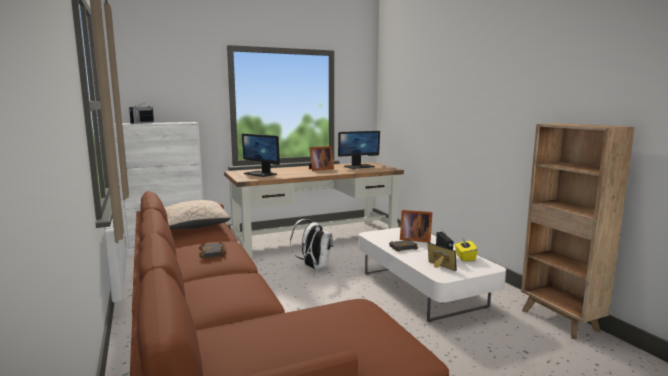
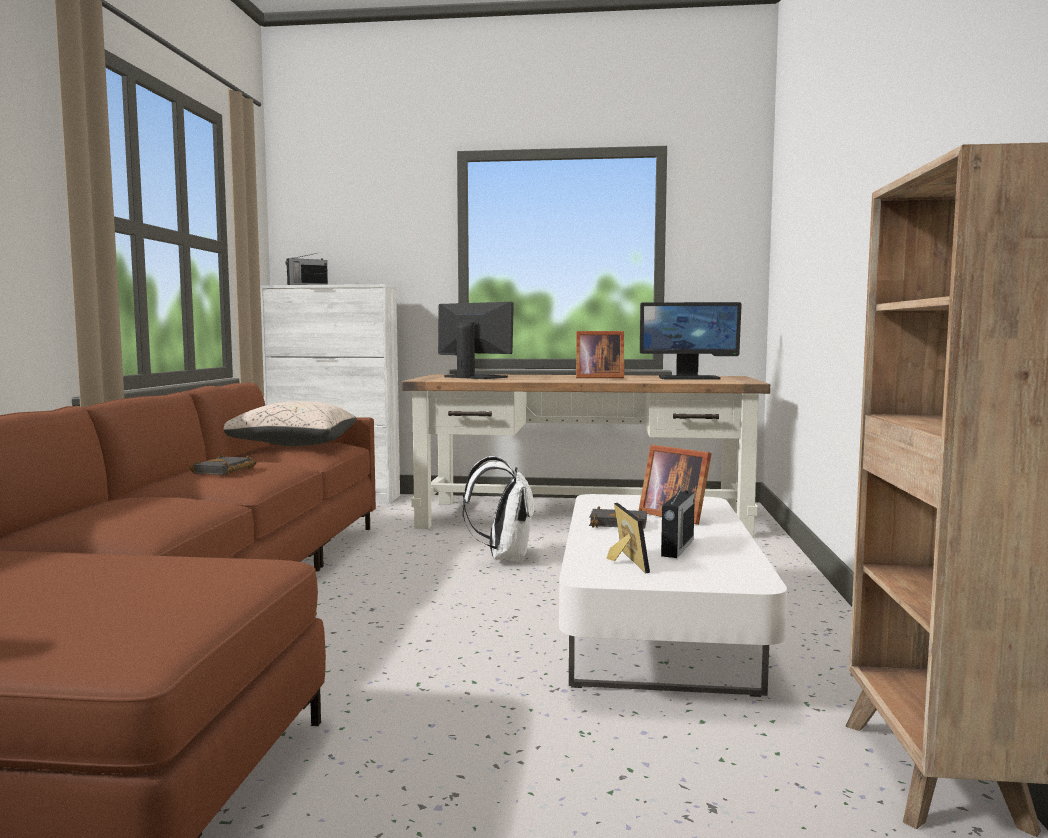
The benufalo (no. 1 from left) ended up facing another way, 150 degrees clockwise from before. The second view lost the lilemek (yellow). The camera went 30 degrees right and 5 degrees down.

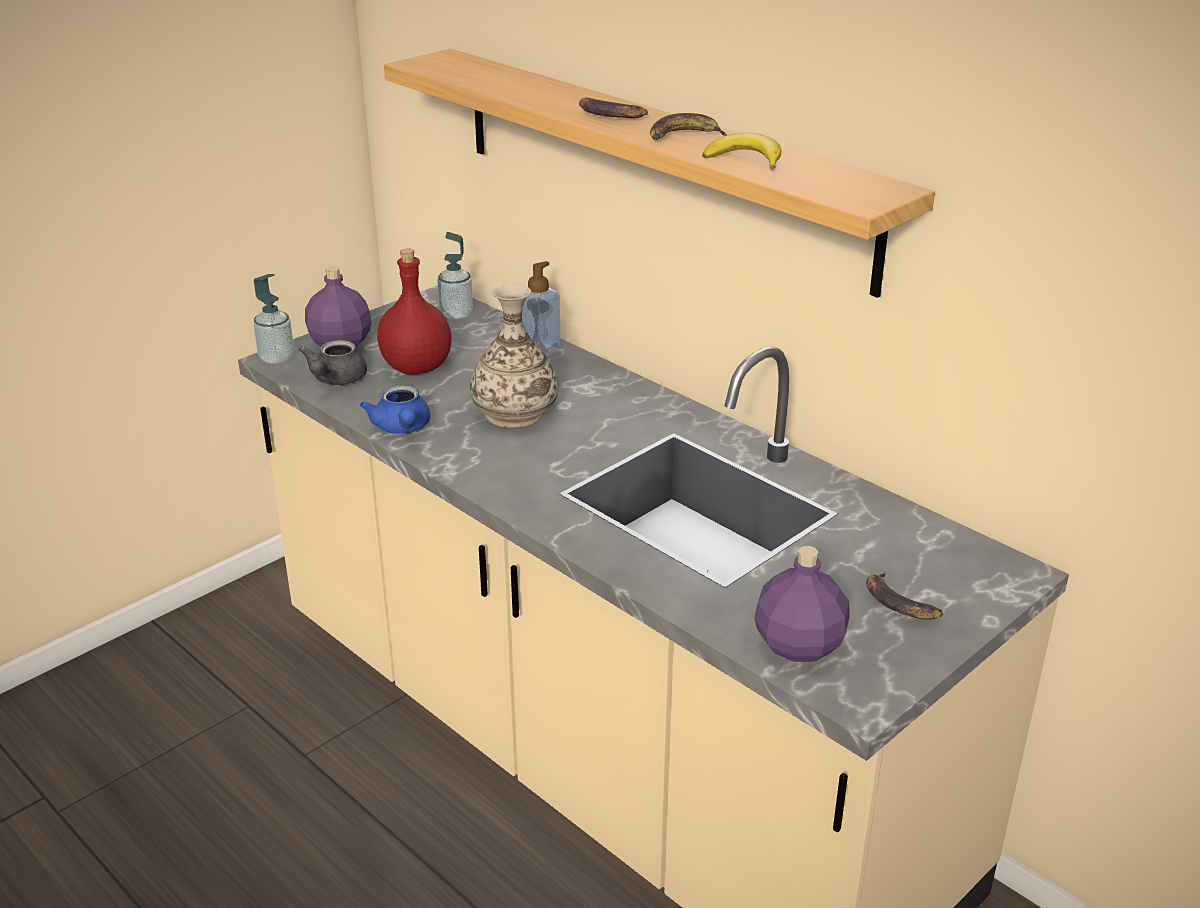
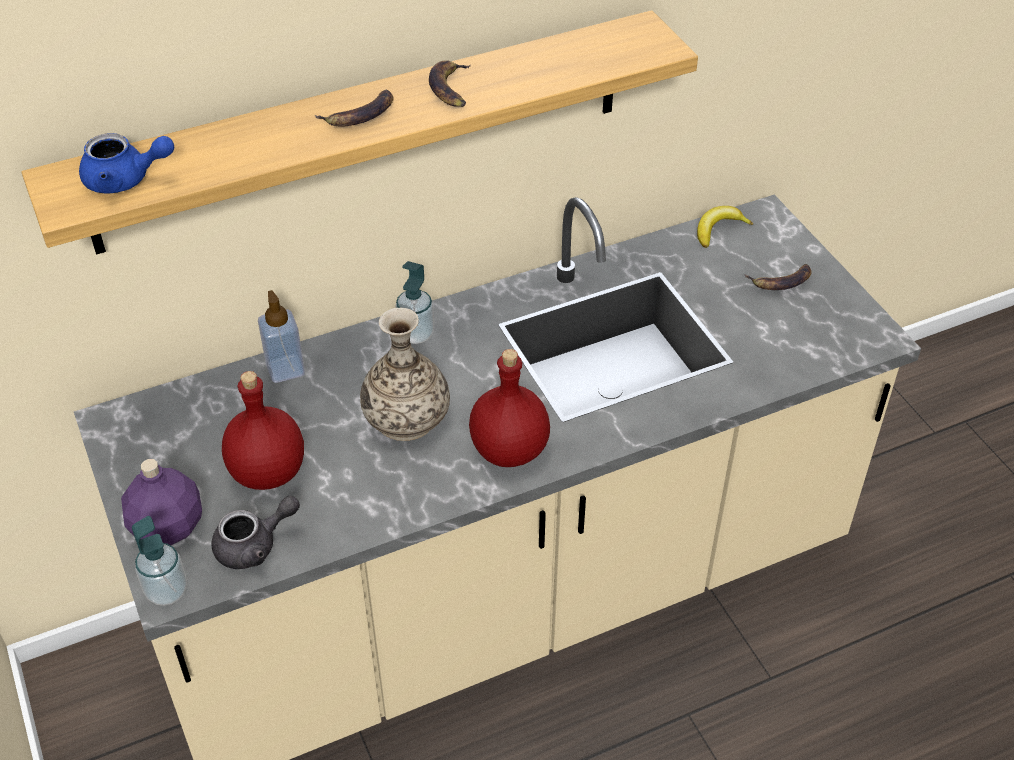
The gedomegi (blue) ended up elsewhere. The gedomegi (grey) ended up facing another way, 60 degrees counterclockwise from before. The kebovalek (no. 2 from left in the first image) ended up elsewhere. The second view gained the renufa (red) (no. 2 from left). The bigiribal (no. 3 from left) ended up elsewhere. The second view lost the renufa (purple) (no. 2 from left). The camera went 70 degrees left and 15 degrees up.

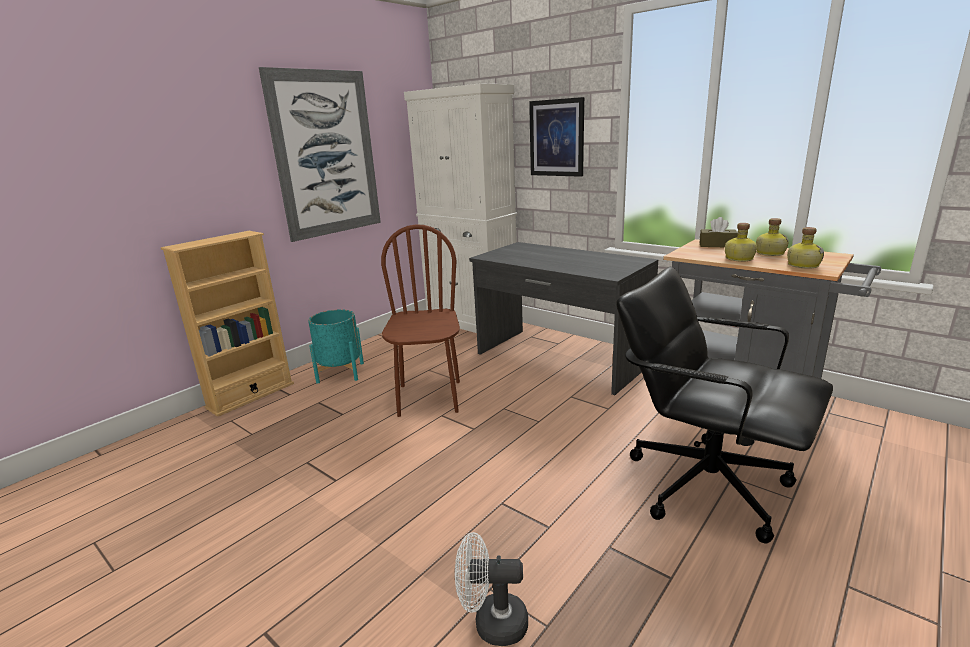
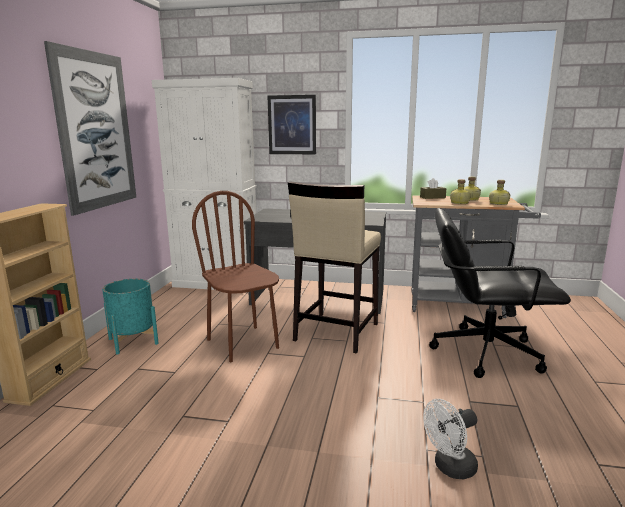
The second view gained the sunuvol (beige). The camera went 30 degrees left and 5 degrees down.

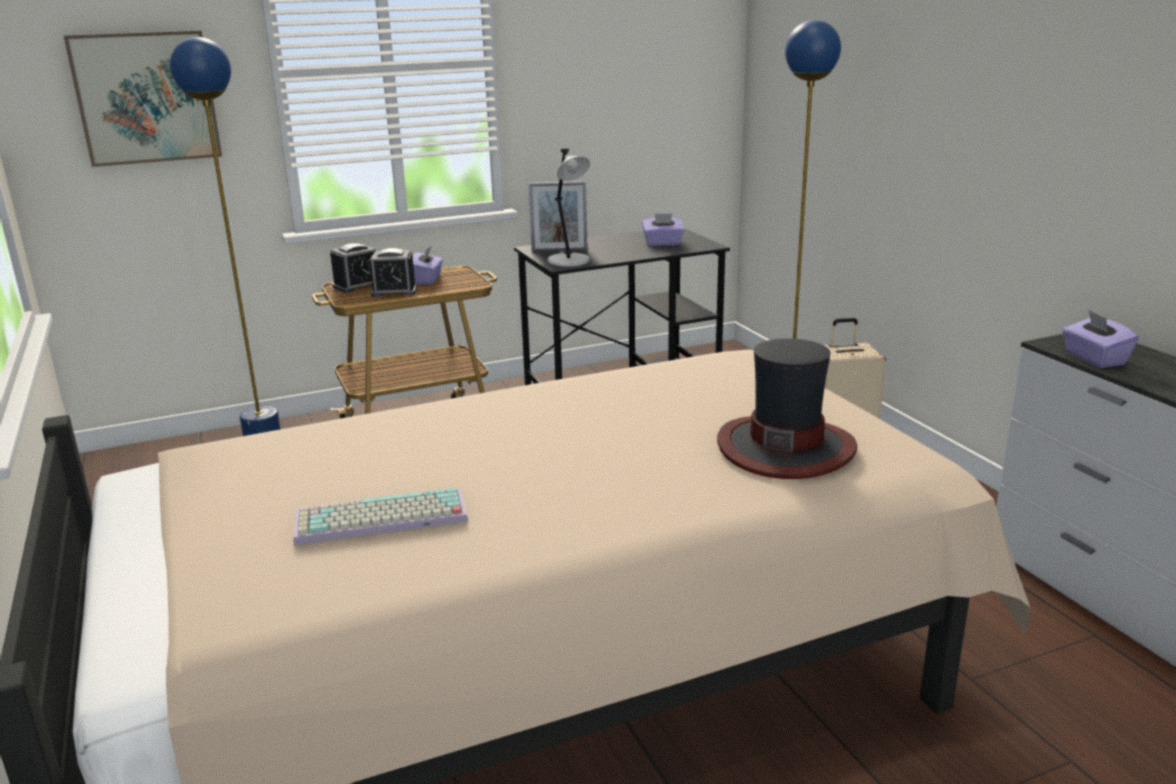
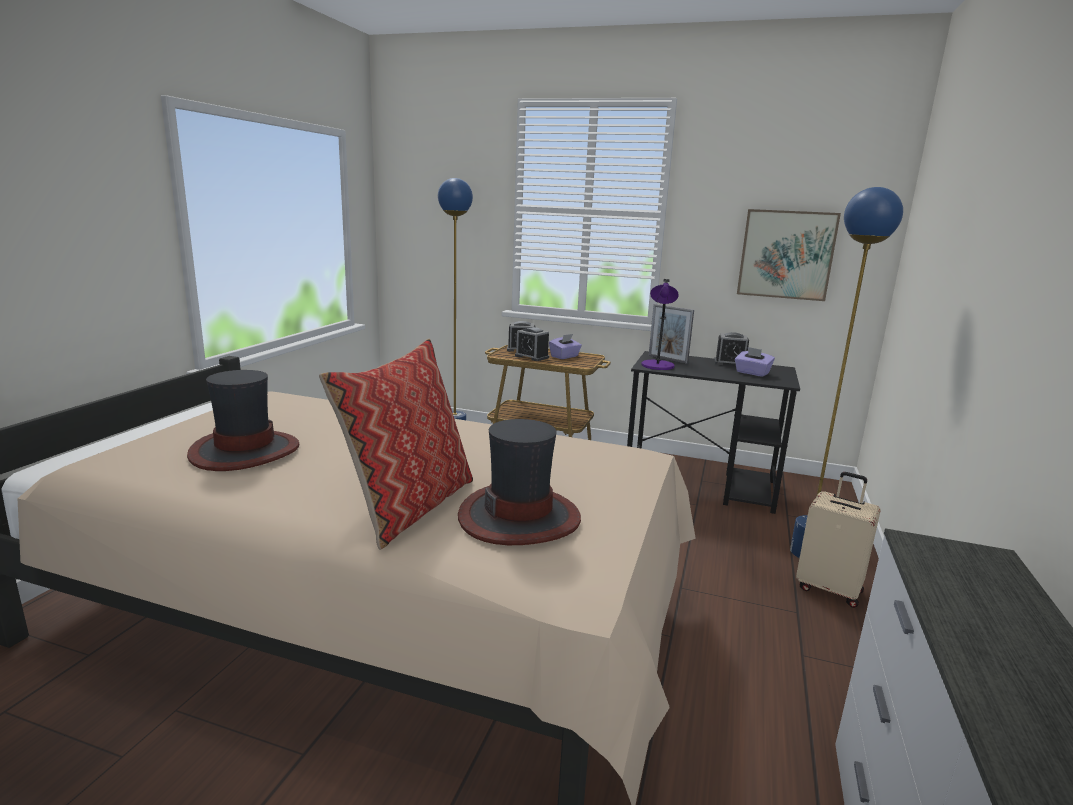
Where the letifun stood, the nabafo (no. 1 from left) came to stand. The second view gained the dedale. What was the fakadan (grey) turned into the fakadan (purple). The second view gained the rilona (no. 3 from left). The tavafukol ended up elsewhere. The second view lost the lilemek (purple) (no. 3 from left). The camera went 40 degrees right and 5 degrees down.

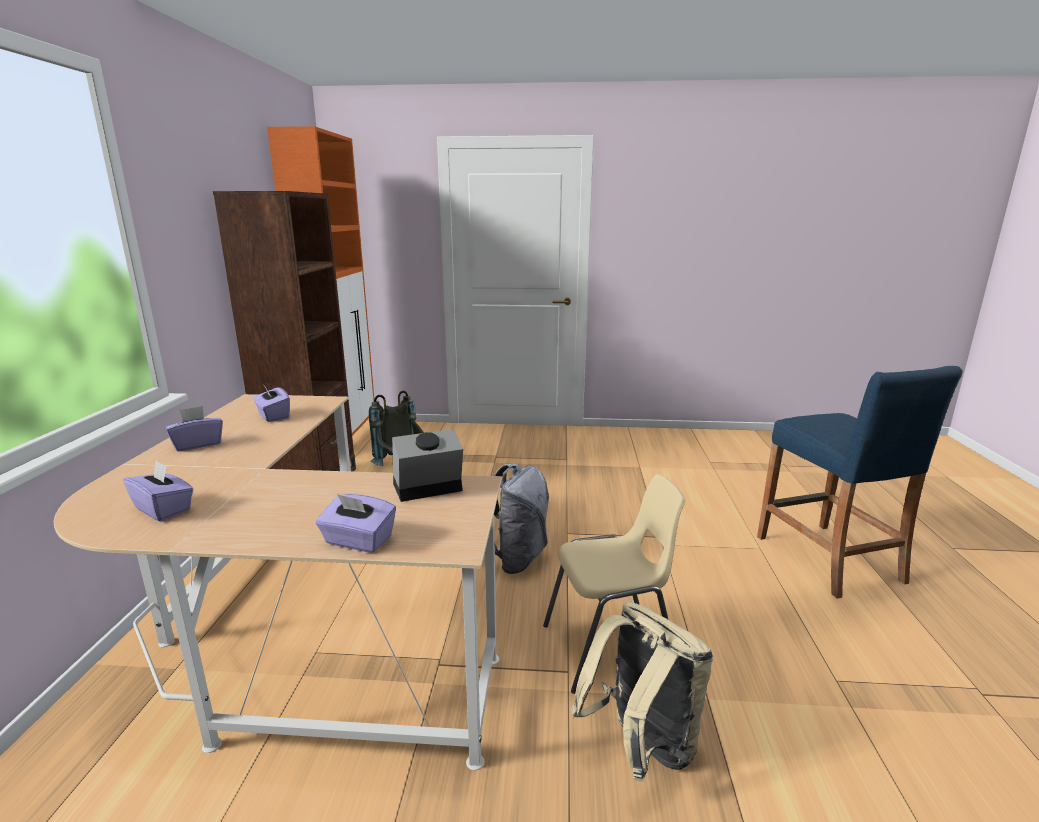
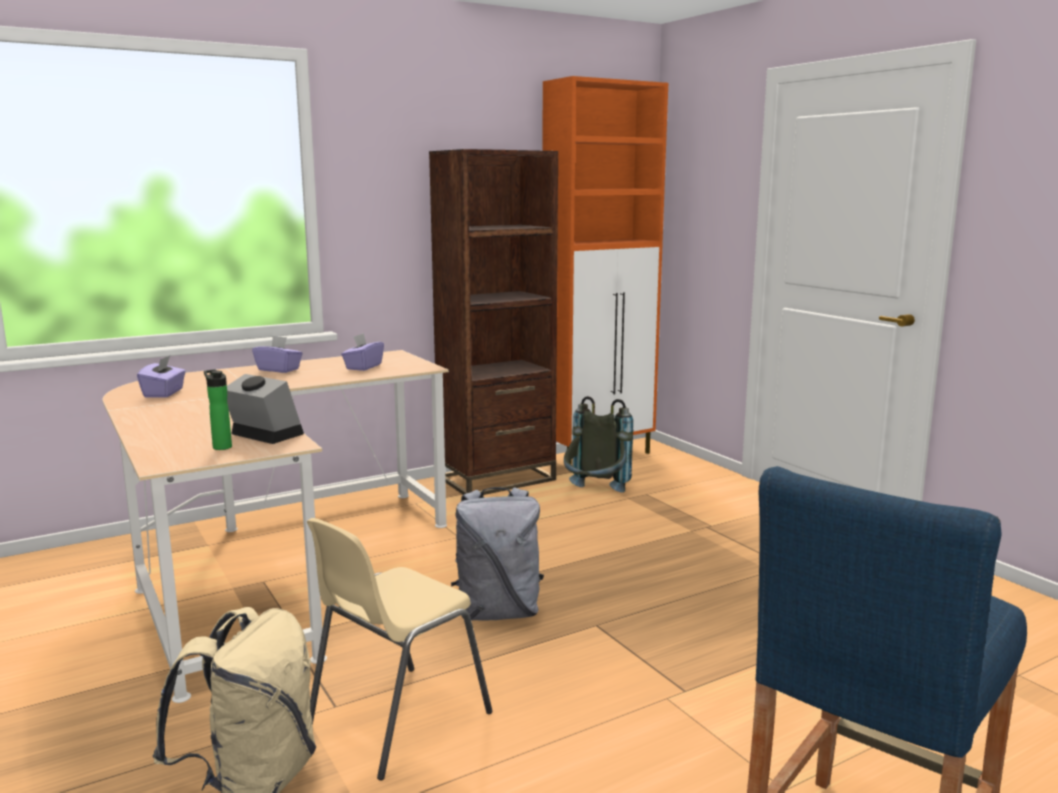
The second view gained the renufa. The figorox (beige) ended up facing another way, 90 degrees clockwise from before. The second view lost the lilemek (purple) (no. 4 from left). The camera went 55 degrees right and 5 degrees down.

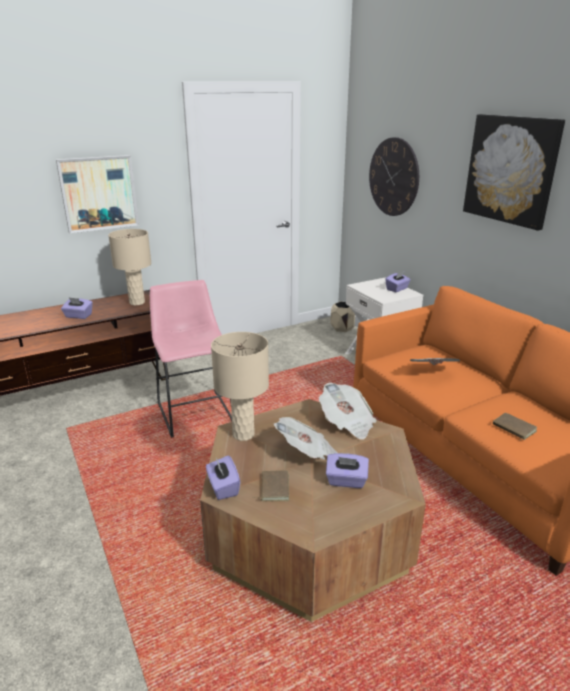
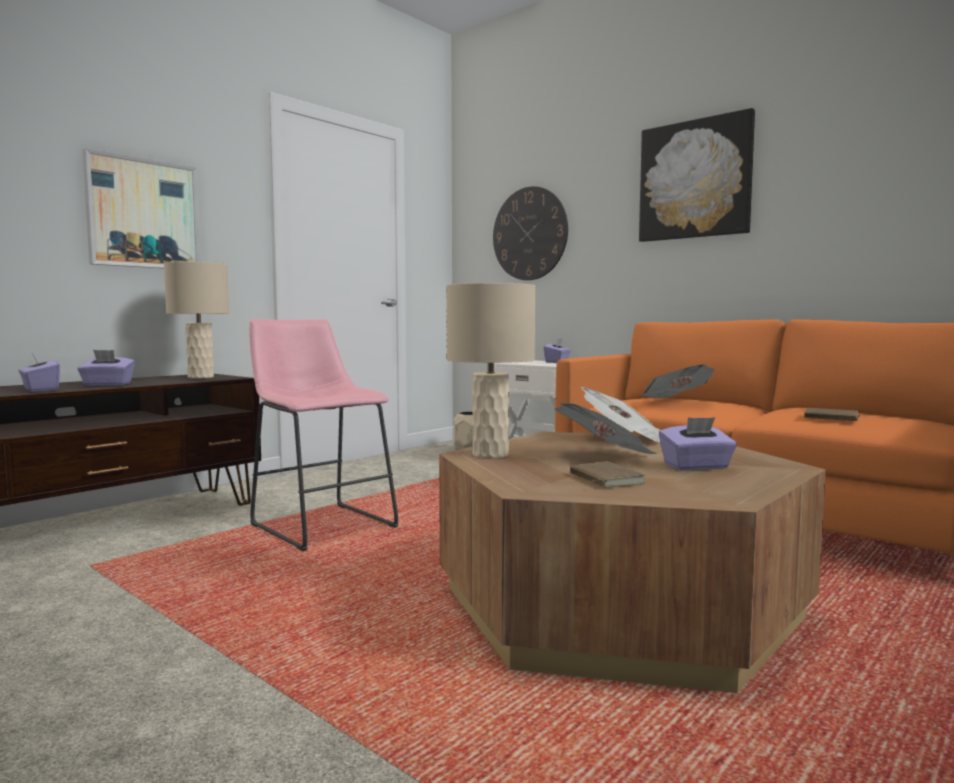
The lilemek (purple) (no. 2 from left in the first image) ended up elsewhere. The camera went 20 degrees left and 20 degrees down.

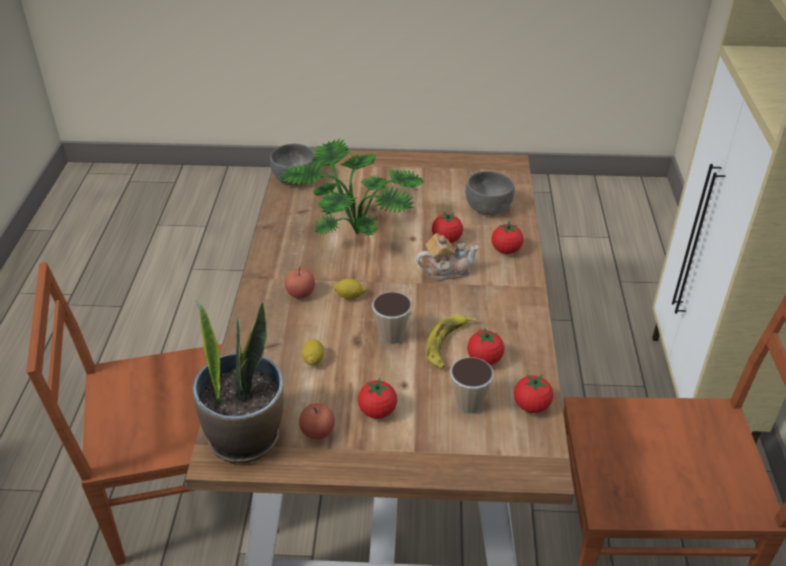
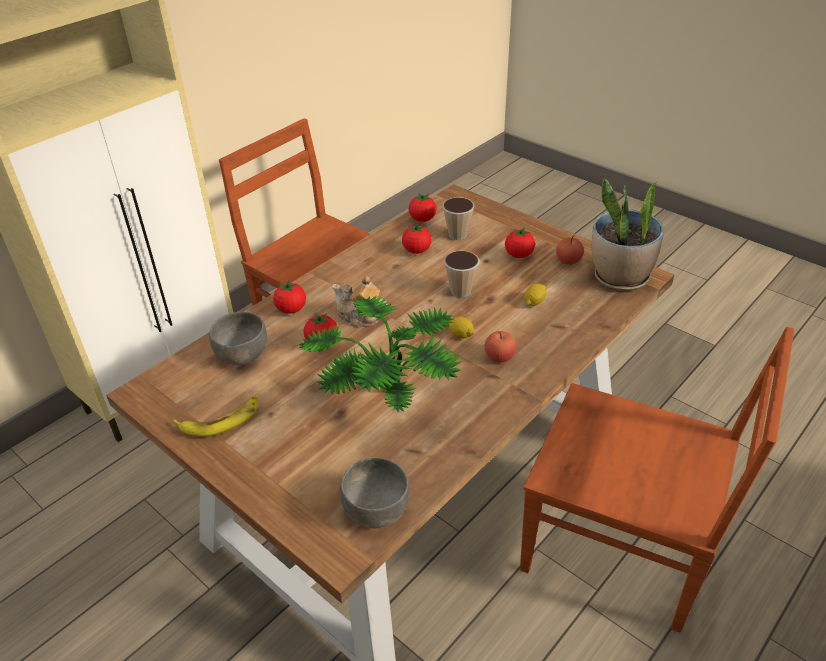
The bigiribal ended up elsewhere. The camera went 140 degrees left and 0 degrees up.

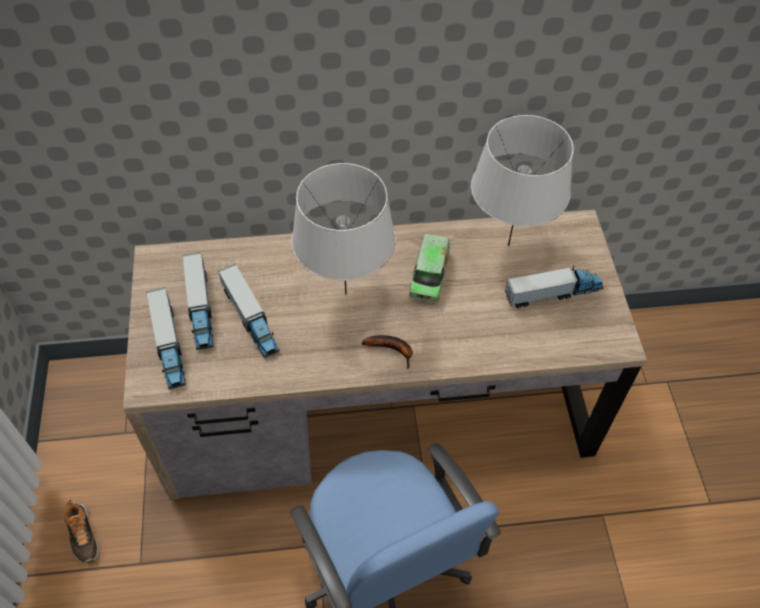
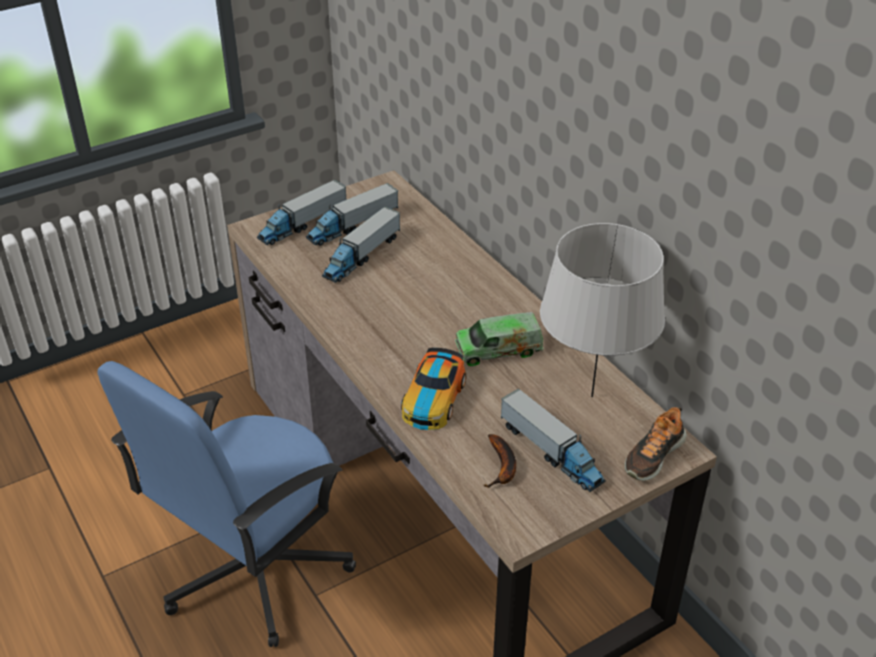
The second view gained the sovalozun. The bigiribal ended up elsewhere. The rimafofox ended up elsewhere. The second view lost the fakadan (grey) (no. 1 from left). The camera went 65 degrees right and 15 degrees down.

